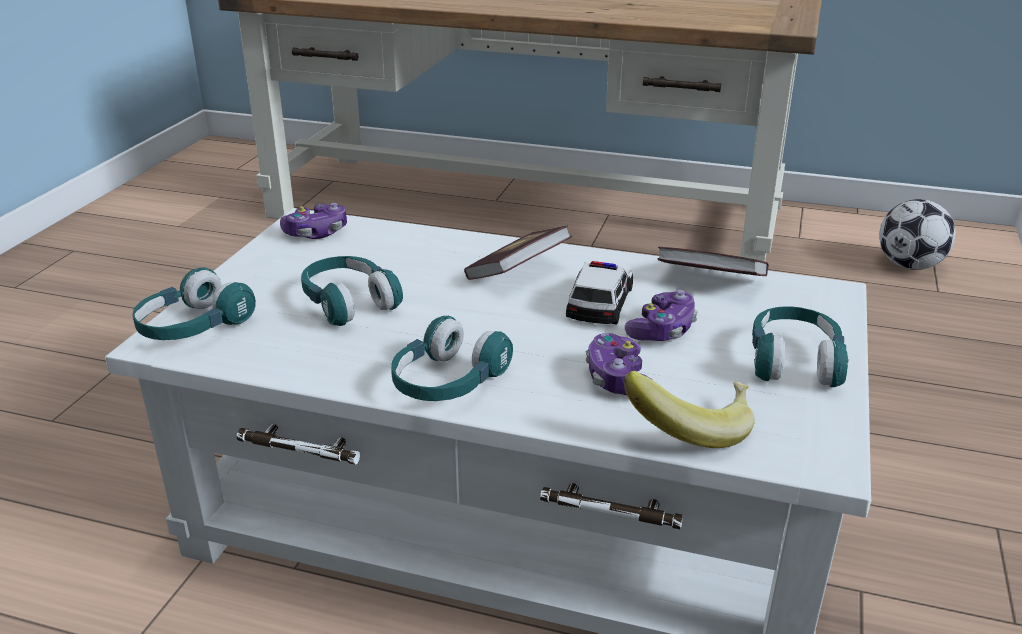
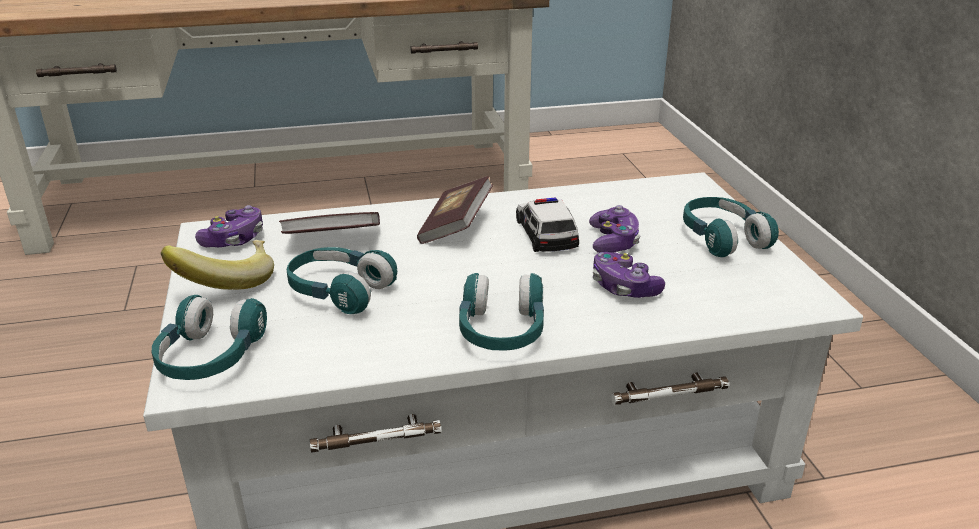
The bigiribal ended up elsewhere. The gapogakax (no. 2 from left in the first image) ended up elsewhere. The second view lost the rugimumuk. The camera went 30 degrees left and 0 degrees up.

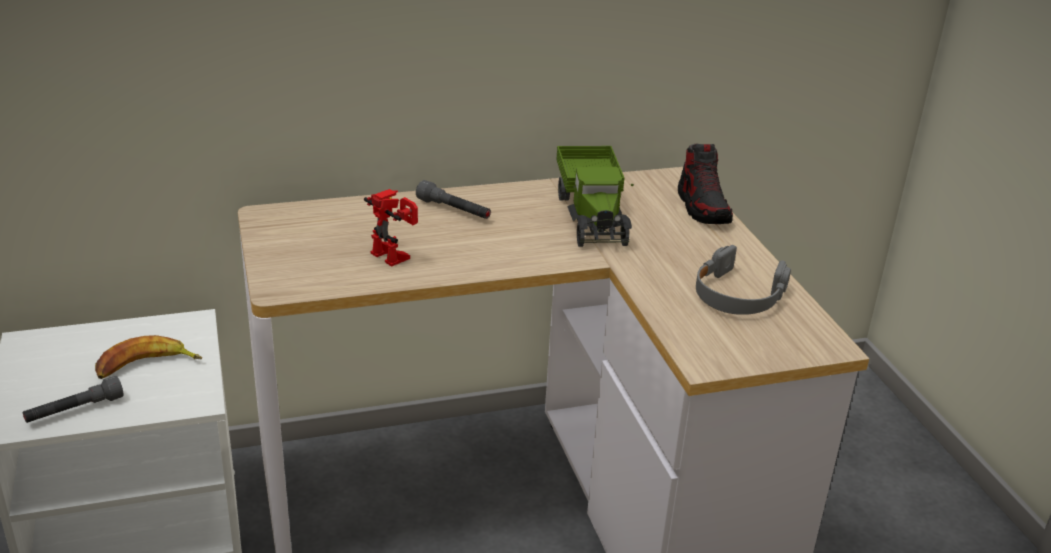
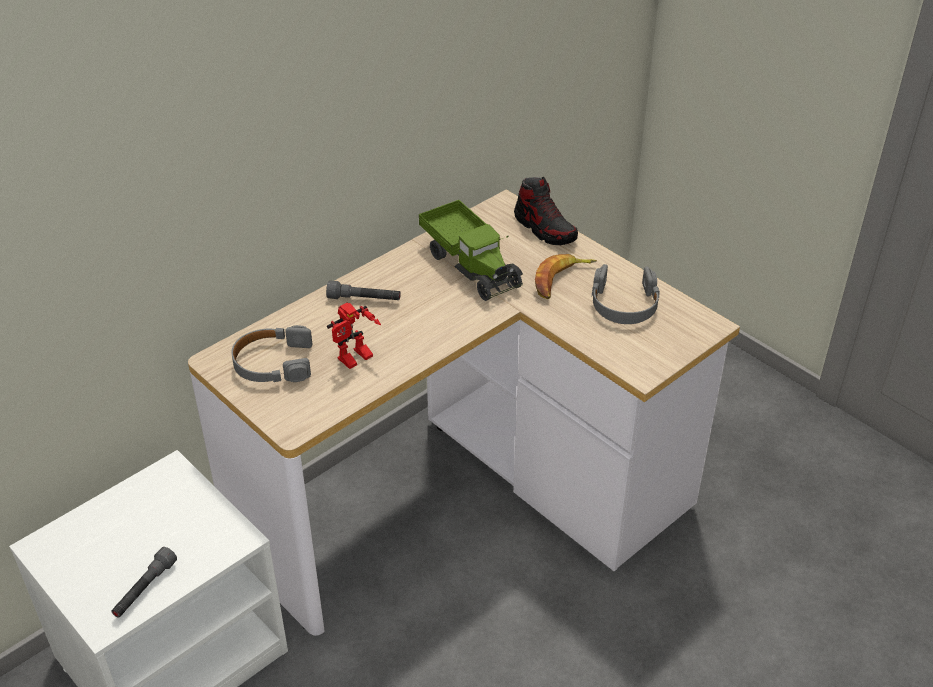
The second view gained the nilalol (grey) (no. 1 from left). The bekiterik ended up facing another way, 120 degrees clockwise from before. The bigiribal ended up elsewhere. The camera went 25 degrees left and 10 degrees up.

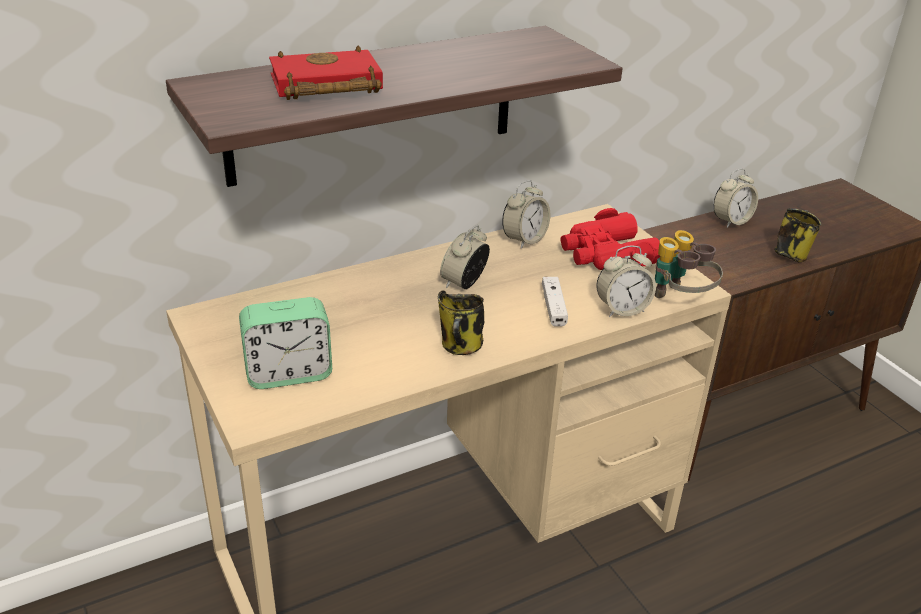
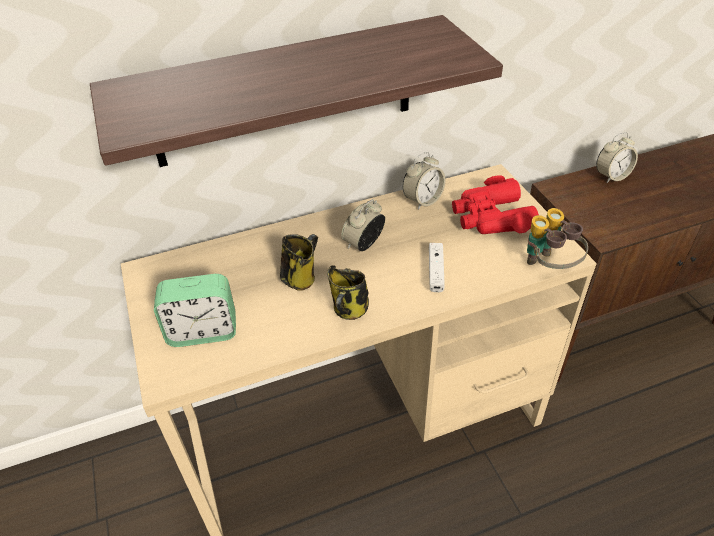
The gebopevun (no. 2 from left in the first image) ended up elsewhere. The second view lost the gapogakax (red). The second view lost the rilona (no. 4 from left). The camera went 10 degrees right and 10 degrees up.

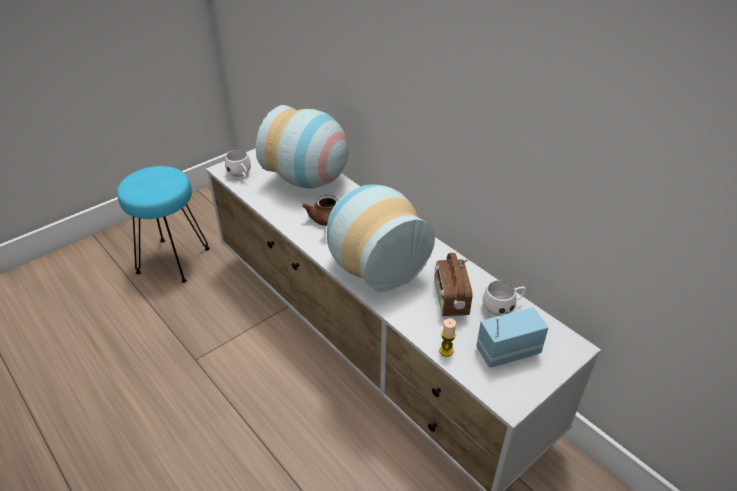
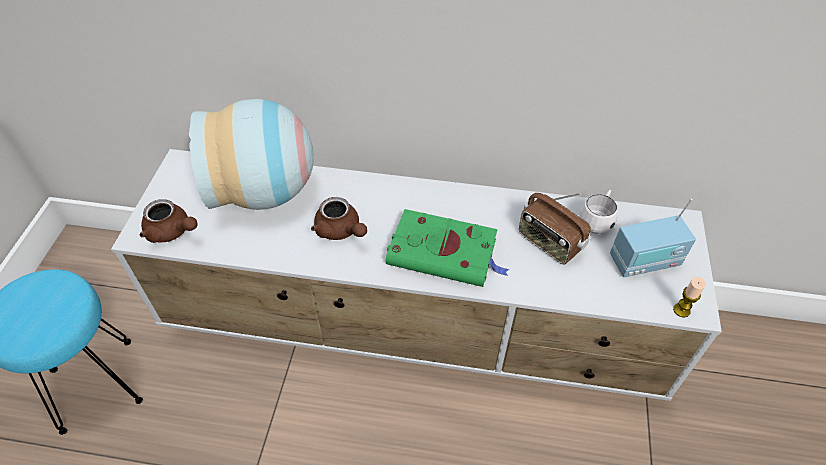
Where the gebopevun (white) (no. 1 from left) stood, the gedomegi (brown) (no. 1 from left) came to stand. Where the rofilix (no. 2 from left) stood, the gapogakax (green) came to stand. The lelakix (no. 2 from left) ended up facing another way, 135 degrees counterclockwise from before. The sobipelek ended up elsewhere. The camera went 40 degrees left and 10 degrees up.

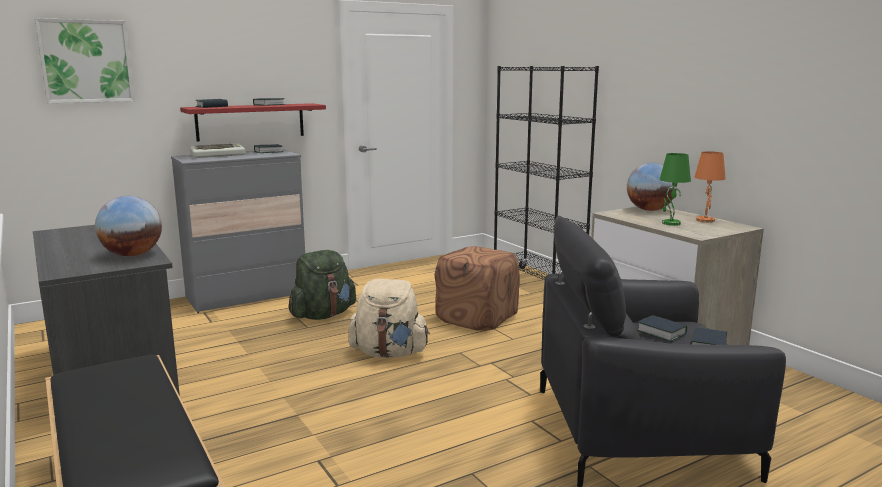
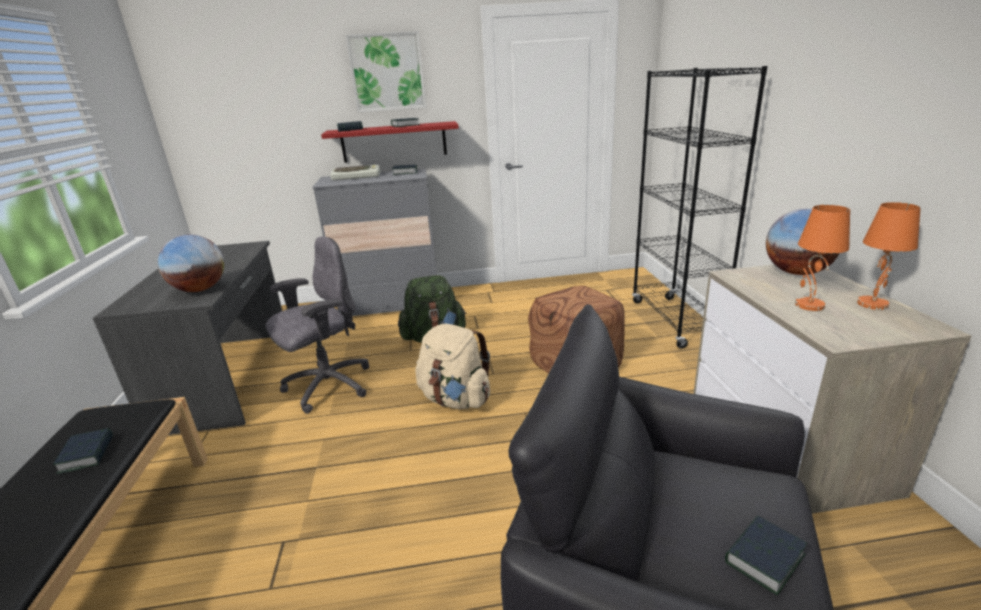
The gapogakax (no. 4 from left in the first image) ended up elsewhere. The second view gained the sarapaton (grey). The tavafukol ended up elsewhere. What was the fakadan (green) turned into the fakadan (orange) (no. 1 from left). The camera went 25 degrees right and 10 degrees up.

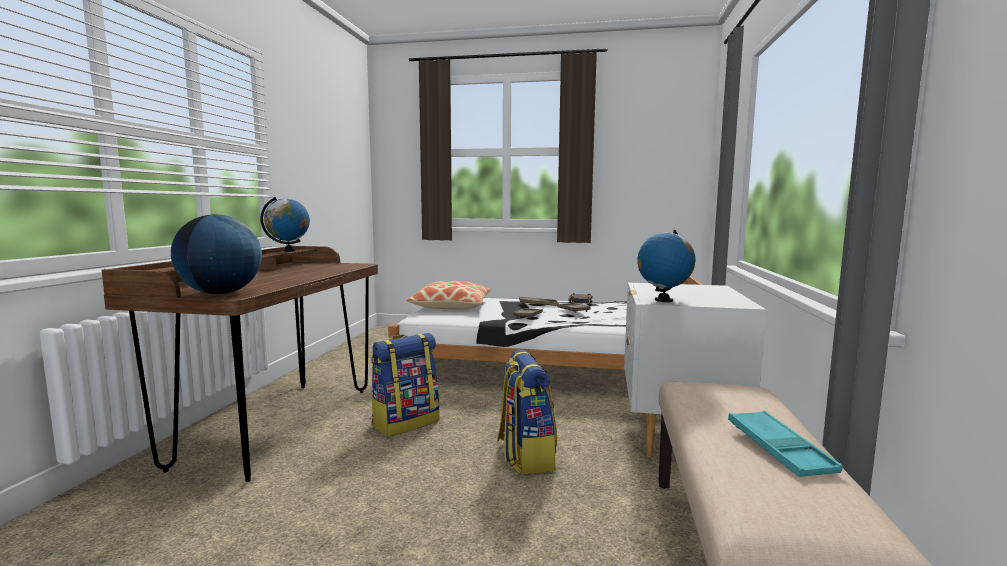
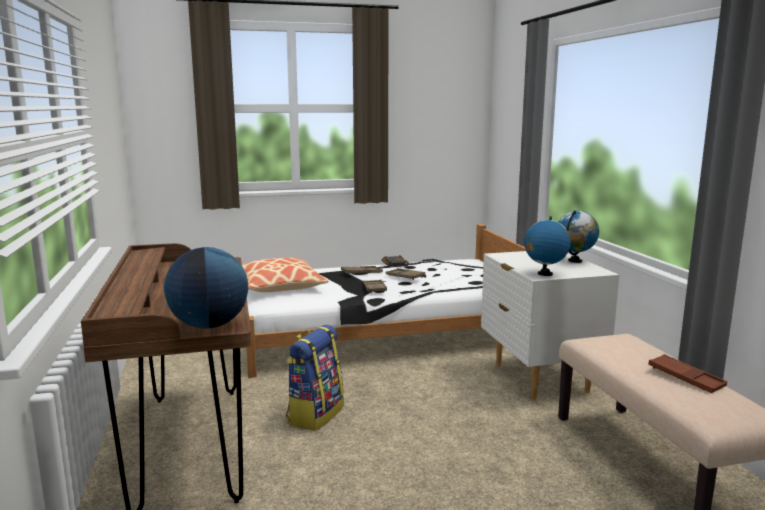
The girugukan (no. 2 from left in the first image) ended up elsewhere. What was the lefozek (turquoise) turned into the lefozek (brown) (no. 4 from left). The second view lost the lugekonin (no. 2 from left). The camera went 25 degrees left and 5 degrees up.

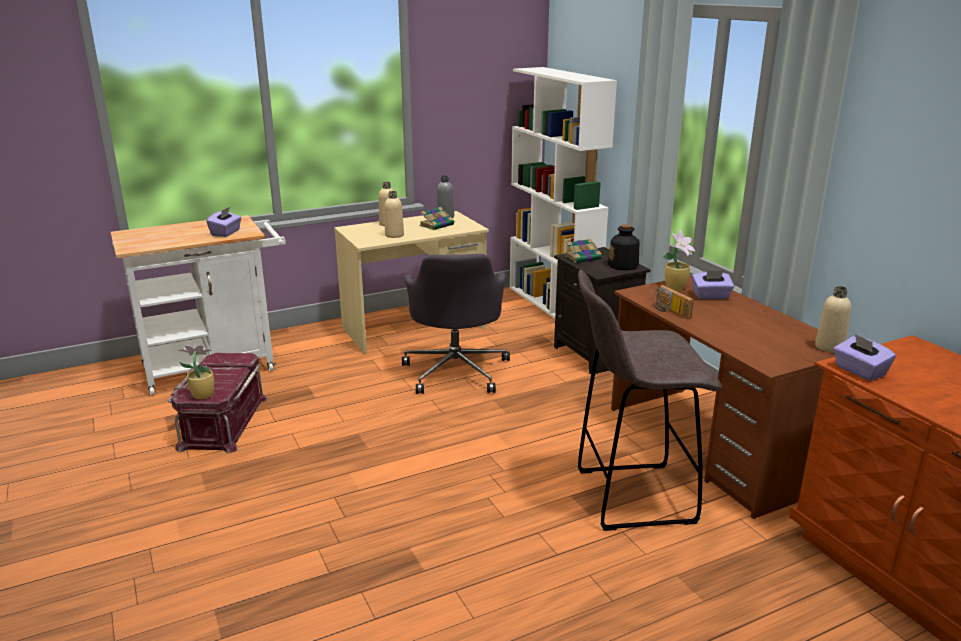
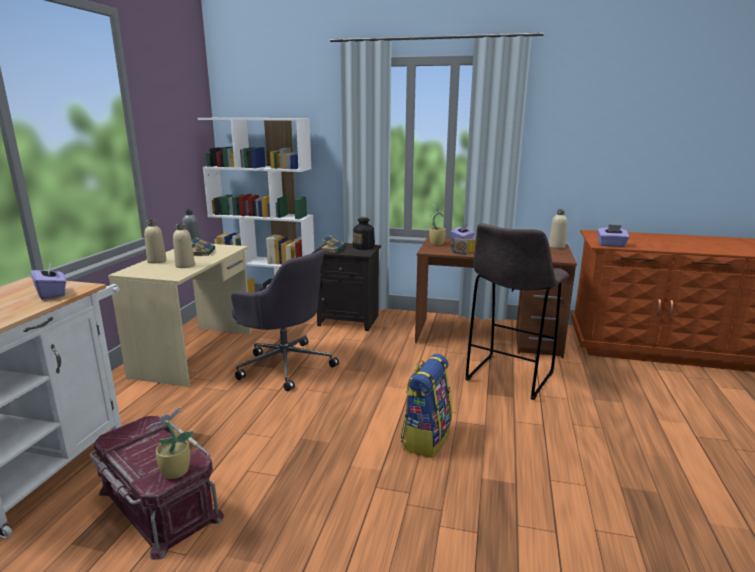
The second view gained the lugekonin. The camera went 50 degrees left and 5 degrees down.

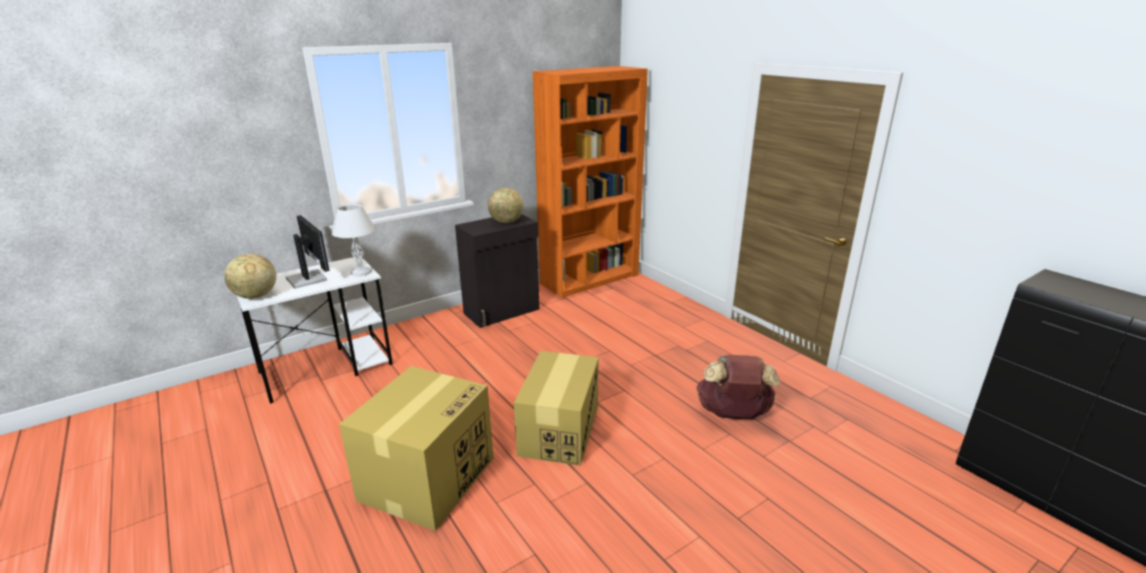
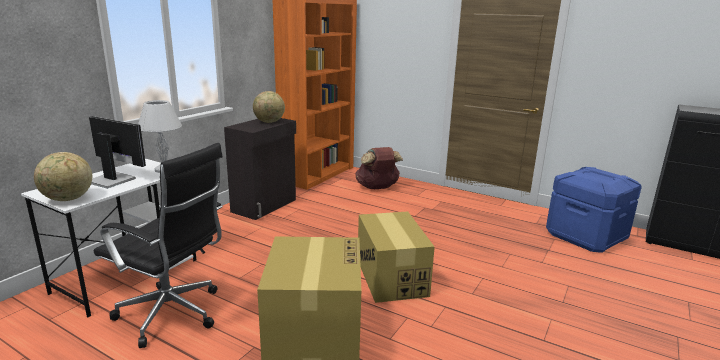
The second view gained the sarapaton (black). The lugekonin (brown) ended up elsewhere. The second view gained the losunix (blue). The camera went 25 degrees left and 5 degrees down.

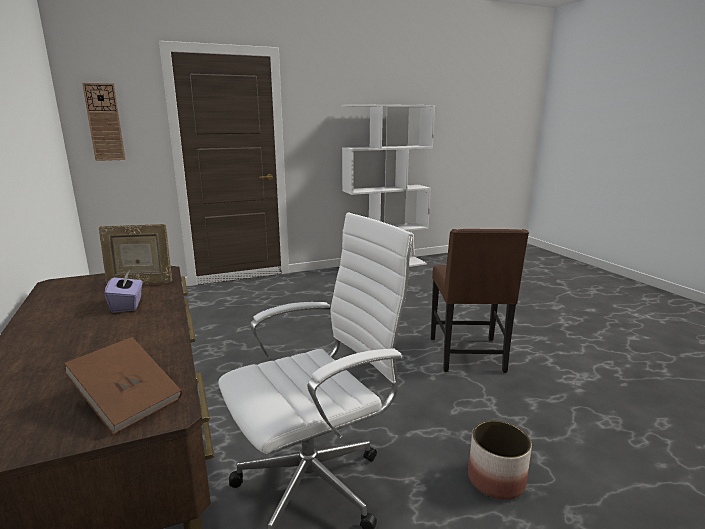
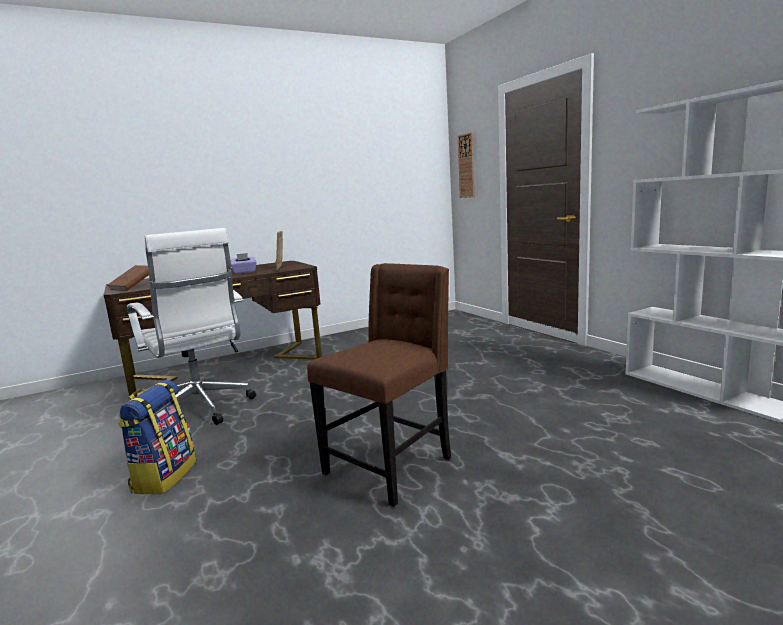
Where the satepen stood, the lugekonin came to stand. The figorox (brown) ended up facing another way, 135 degrees clockwise from before. The camera went 85 degrees right and 5 degrees down.

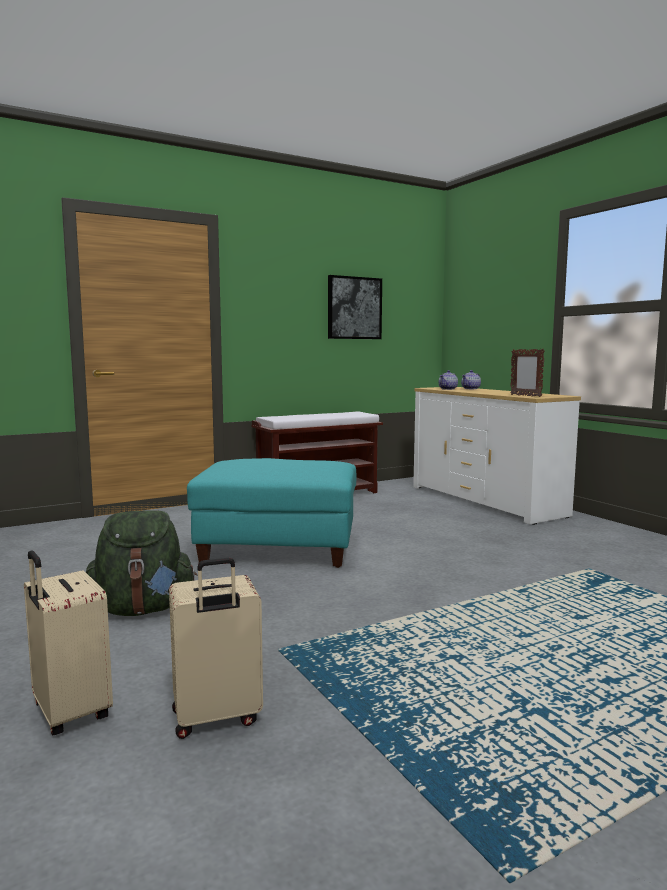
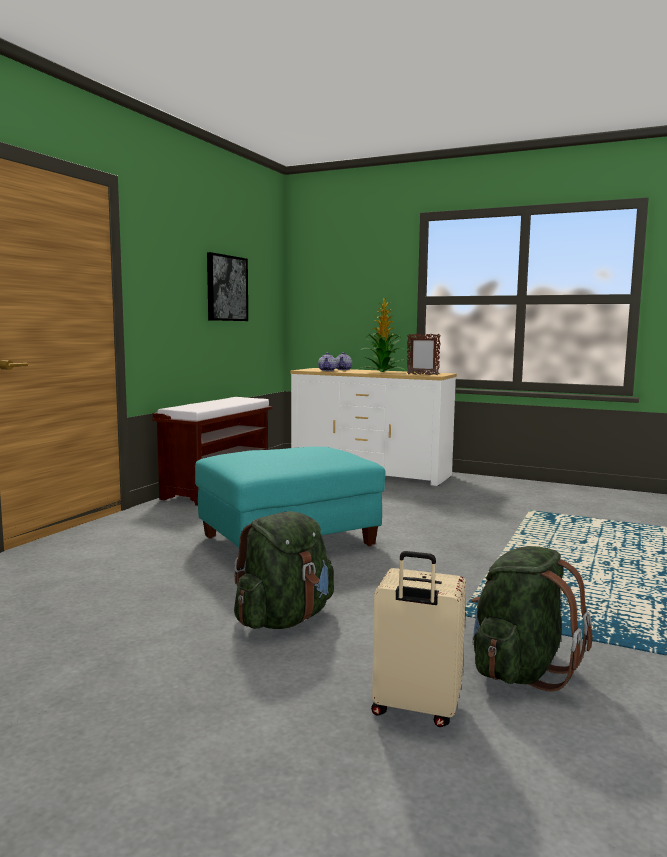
The second view gained the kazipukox. Where the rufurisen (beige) (no. 2 from left) stood, the lugekonin (green) (no. 2 from left) came to stand. The camera went 35 degrees left and 0 degrees up.

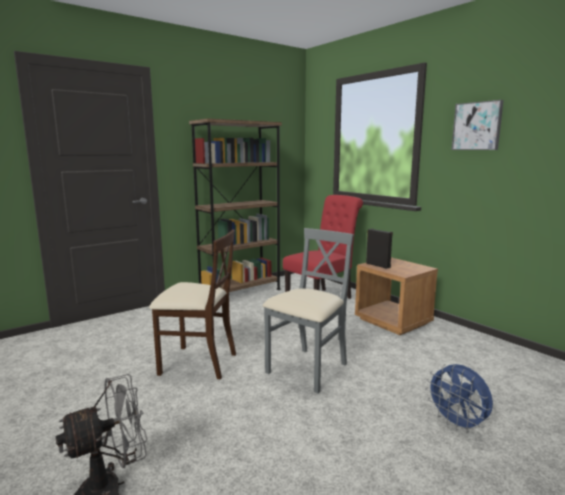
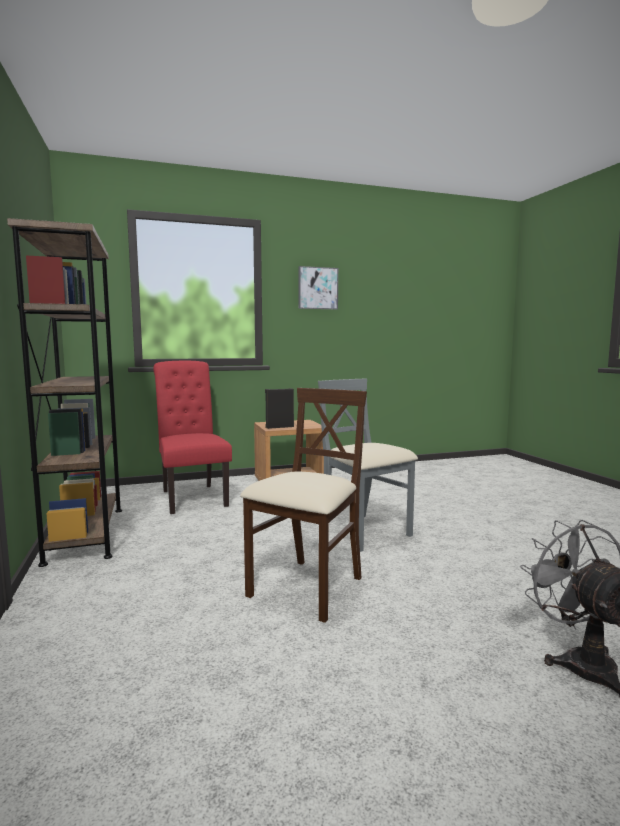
The second view lost the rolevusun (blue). The camera went 70 degrees left and 5 degrees down.

